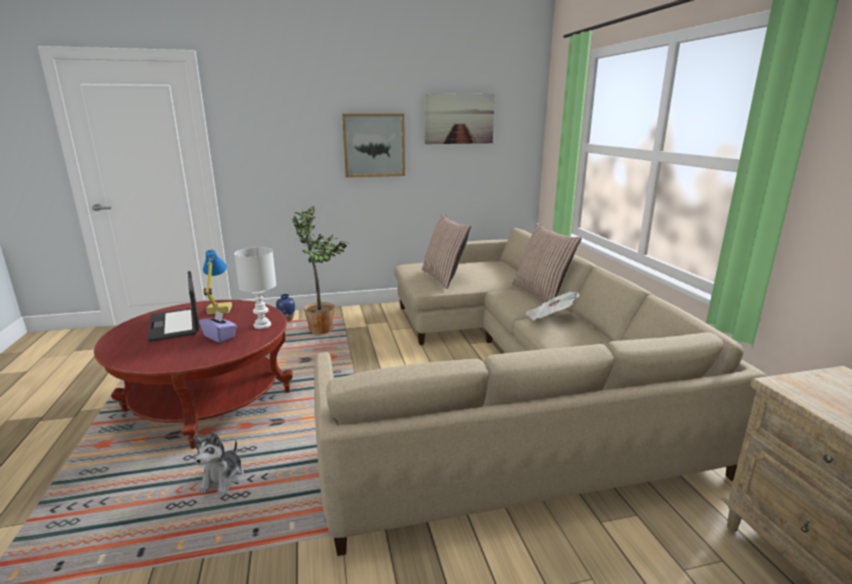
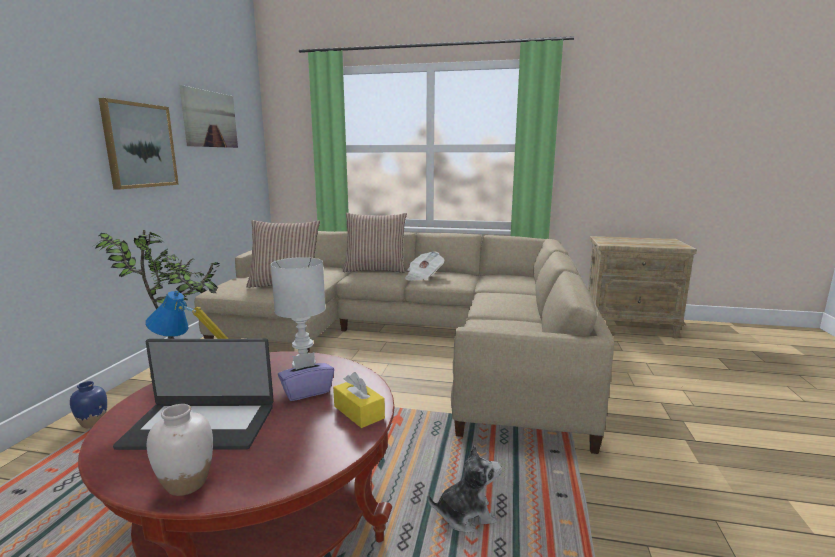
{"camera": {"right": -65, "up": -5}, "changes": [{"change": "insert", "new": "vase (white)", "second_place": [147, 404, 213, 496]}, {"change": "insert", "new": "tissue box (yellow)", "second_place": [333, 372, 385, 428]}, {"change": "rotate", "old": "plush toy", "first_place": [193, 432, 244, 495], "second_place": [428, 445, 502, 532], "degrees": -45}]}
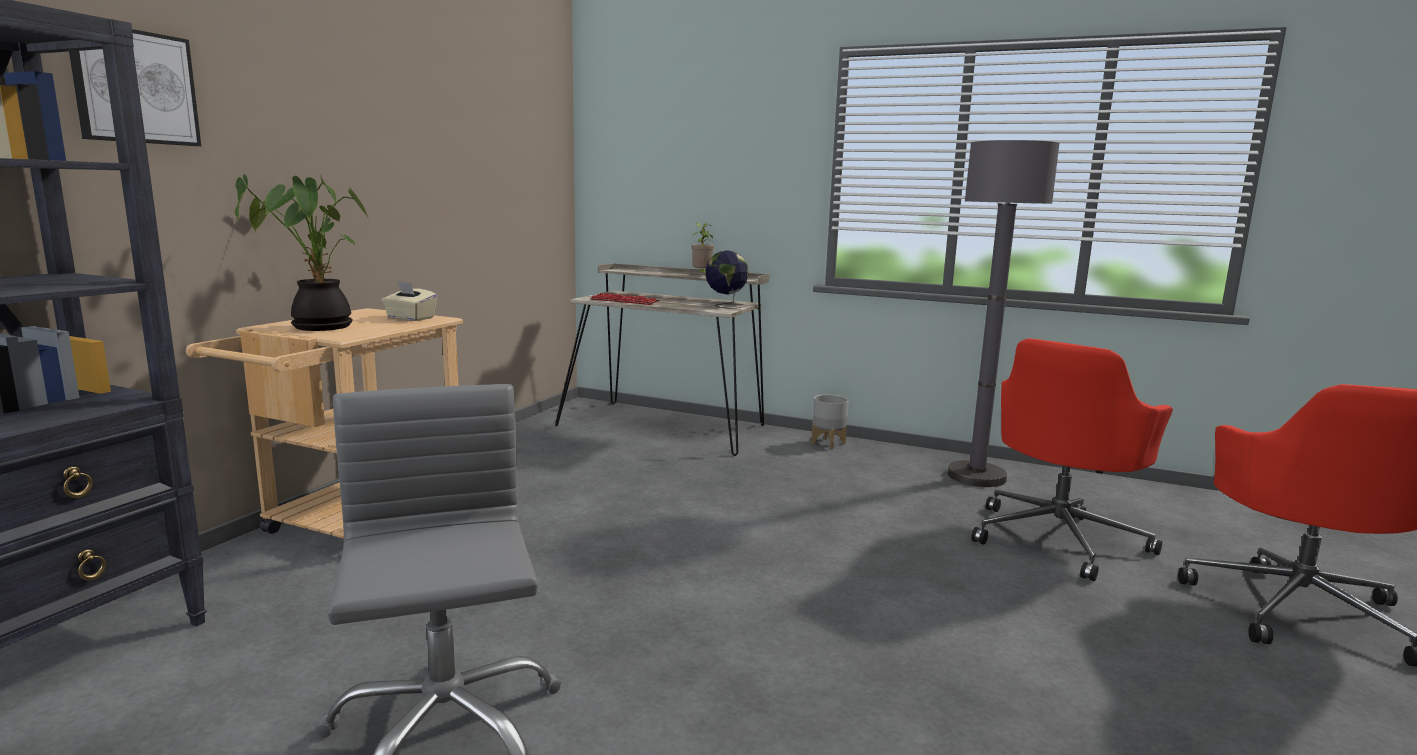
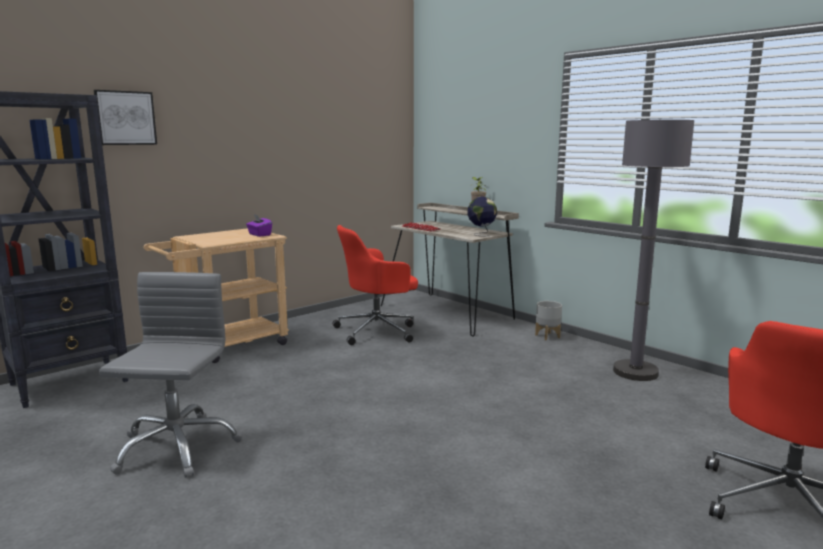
{"camera": {"right": 25, "up": 0}, "changes": [{"change": "recolor", "old": "tissue box (beige)", "new": "tissue box (purple)", "first_place": [382, 281, 437, 321], "second_place": [246, 214, 272, 237]}, {"change": "move", "old": "office chair (red)", "first_place": [971, 338, 1173, 581], "second_place": [332, 225, 418, 345]}, {"change": "delete", "old": "potted plant", "first_place": [234, 174, 369, 331]}]}
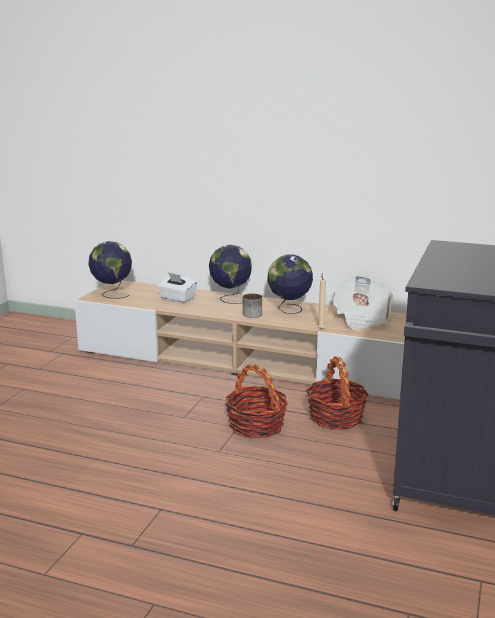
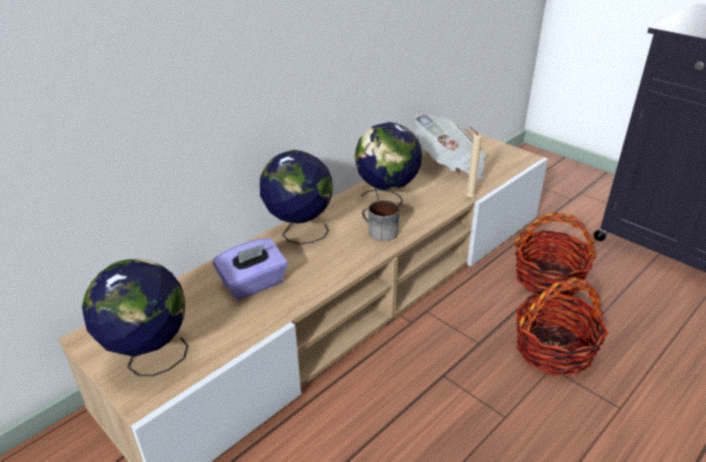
{"camera": {"right": -65, "up": 15}, "changes": [{"change": "recolor", "old": "tissue box (white)", "new": "tissue box (purple)", "first_place": [157, 272, 197, 303], "second_place": [213, 238, 288, 300]}]}
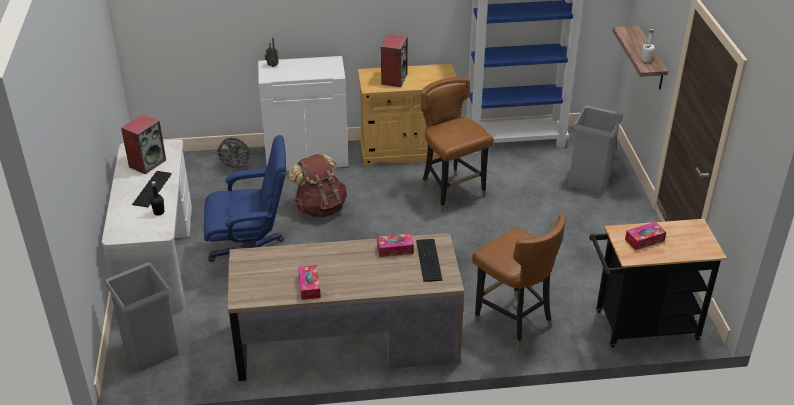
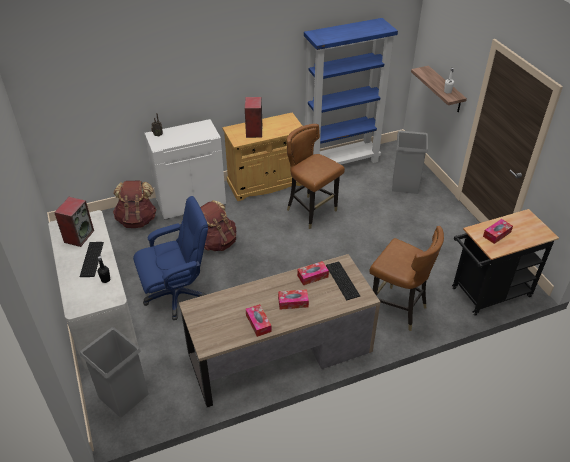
{"camera": {"right": -15, "up": 5}, "changes": [{"change": "replace", "old": "fan (grey)", "new": "backpack (brown)", "first_place": [215, 138, 250, 171], "second_place": [113, 181, 157, 228]}, {"change": "insert", "new": "tissue box", "second_place": [278, 289, 309, 310]}]}
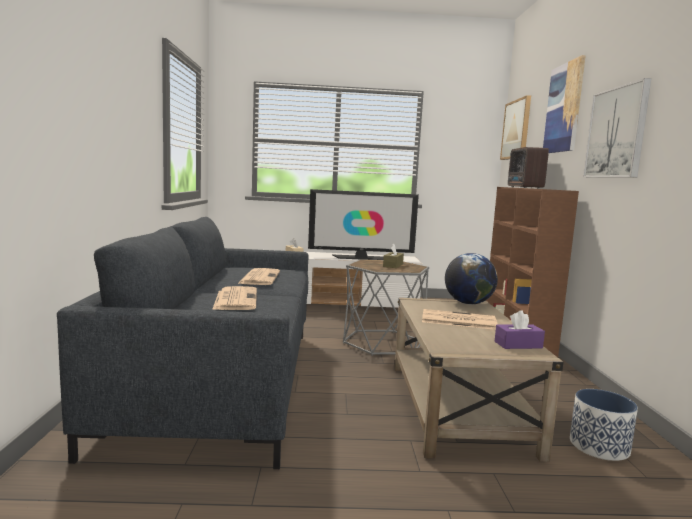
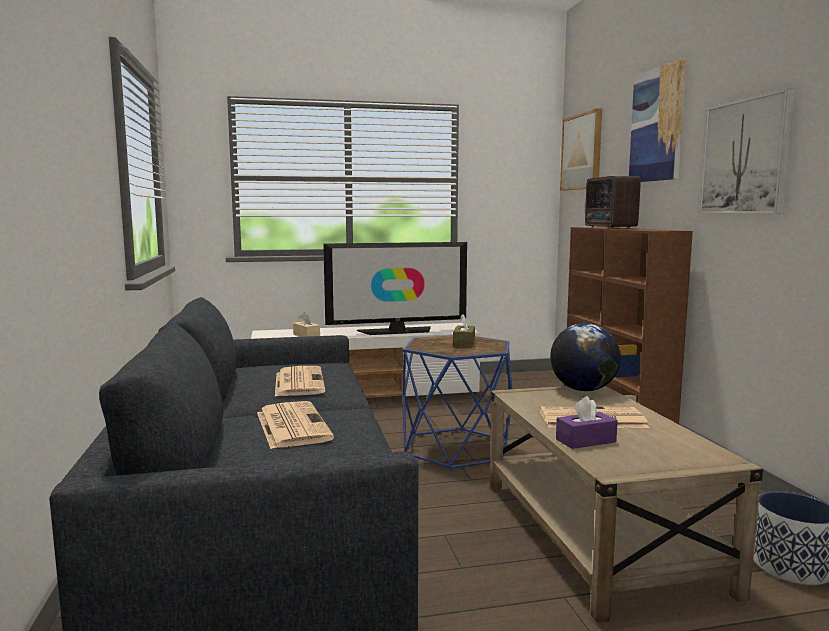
{"camera": {"right": -10, "up": 0}, "changes": [{"change": "recolor", "old": "side table (grey)", "new": "side table (blue)", "first_place": [343, 259, 429, 356], "second_place": [403, 335, 512, 470]}, {"change": "move", "old": "tissue box (purple)", "first_place": [495, 310, 545, 349], "second_place": [556, 396, 618, 449]}]}
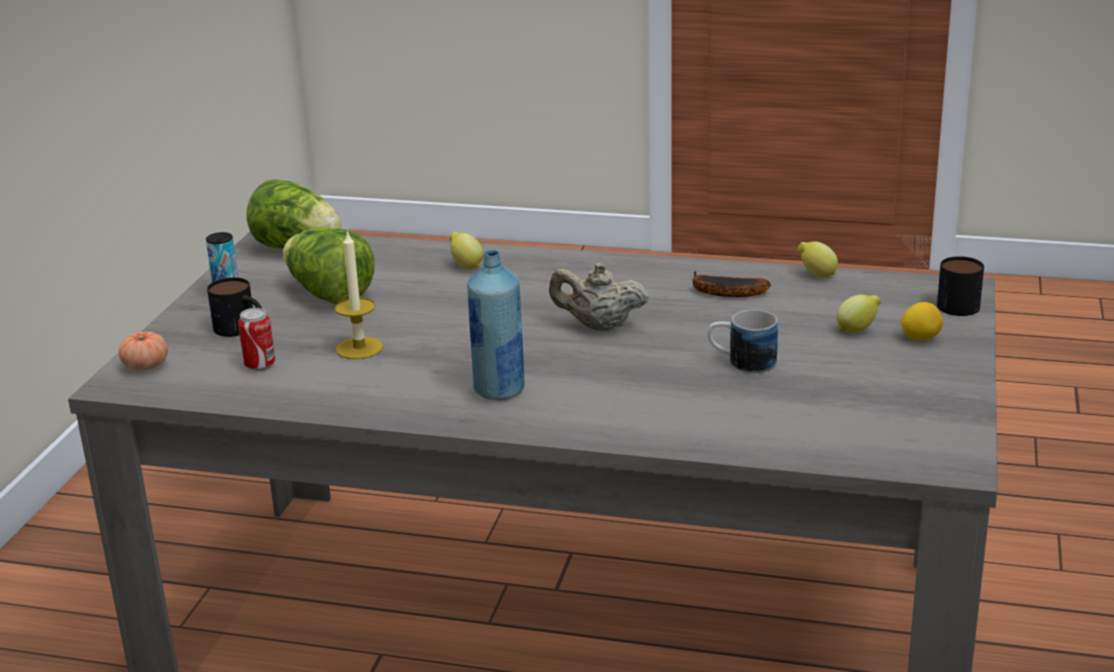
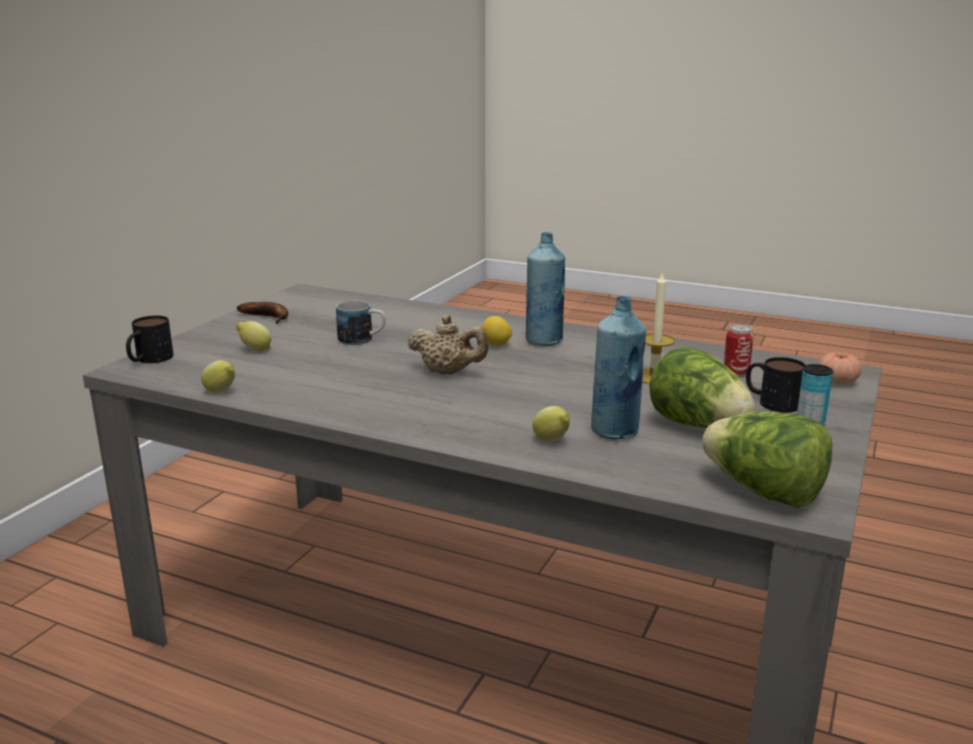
{"camera": {"right": -170, "up": -5}, "changes": [{"change": "move", "old": "banana", "first_place": [693, 271, 771, 297], "second_place": [237, 302, 288, 324]}, {"change": "move", "old": "lemon", "first_place": [900, 302, 943, 341], "second_place": [481, 316, 512, 346]}, {"change": "insert", "new": "bottle (blue)", "second_place": [591, 296, 647, 439]}]}
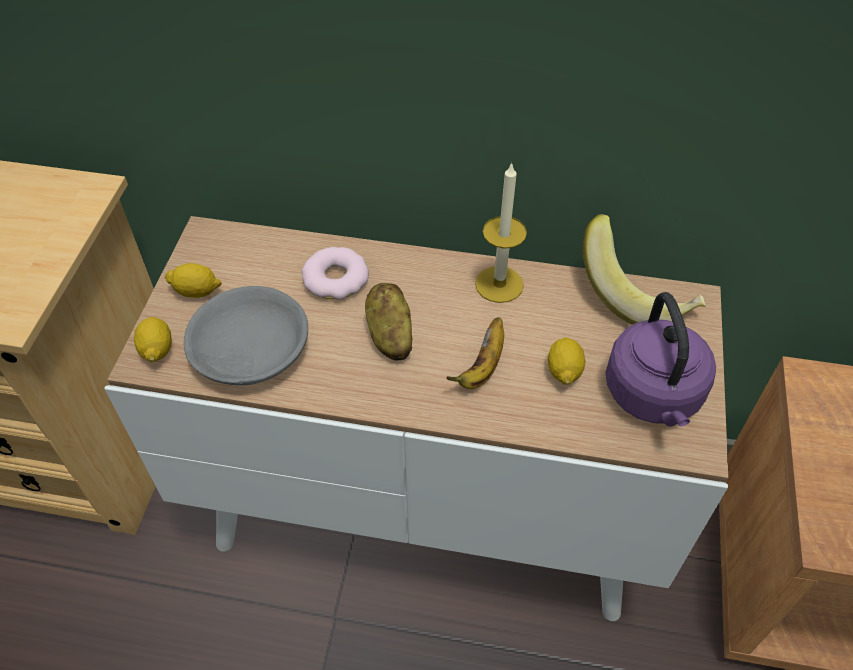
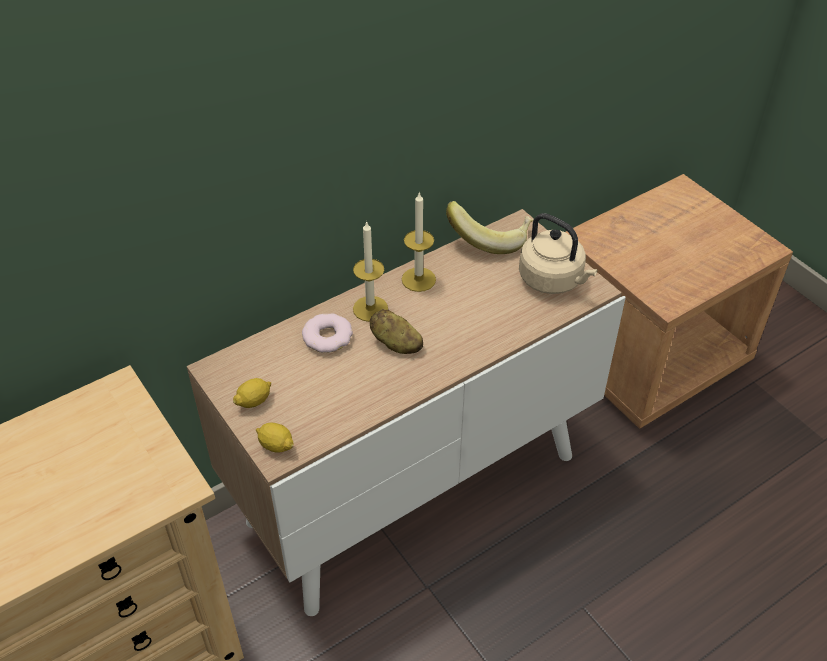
{"camera": {"right": -45, "up": -5}, "changes": [{"change": "insert", "new": "candle", "second_place": [353, 221, 388, 322]}, {"change": "recolor", "old": "kettle (purple)", "new": "kettle (beige)", "first_place": [606, 292, 716, 427], "second_place": [519, 213, 598, 294]}, {"change": "delete", "old": "bowl (grey)", "first_place": [184, 286, 308, 385]}, {"change": "delete", "old": "banana", "first_place": [446, 317, 504, 389]}, {"change": "delete", "old": "lemon", "first_place": [548, 338, 585, 385]}]}
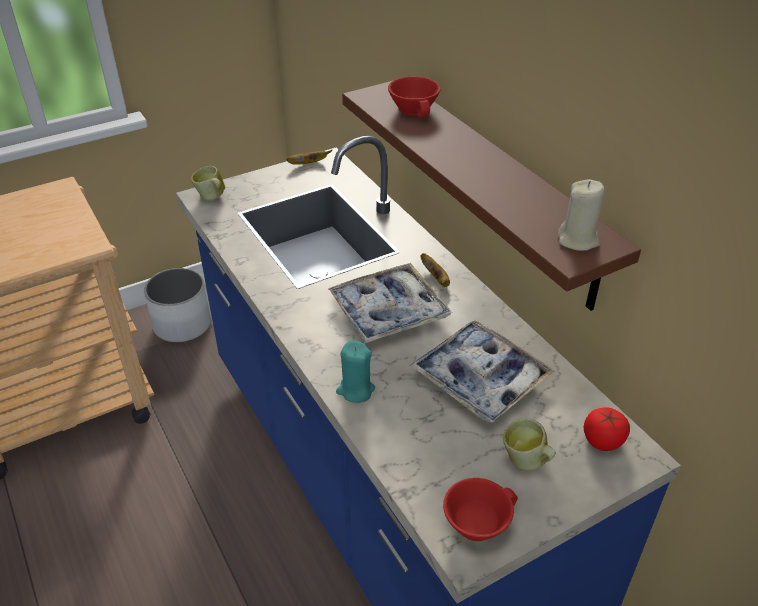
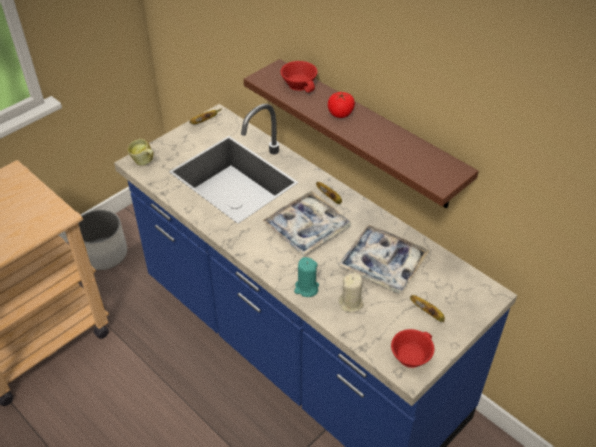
{"camera": {"right": -15, "up": 5}, "changes": [{"change": "move", "old": "tomato", "first_place": [584, 407, 630, 451], "second_place": [328, 92, 355, 118]}, {"change": "move", "old": "candle (beige)", "first_place": [558, 179, 605, 251], "second_place": [339, 273, 364, 313]}, {"change": "replace", "old": "mug", "new": "banana", "first_place": [503, 418, 556, 471], "second_place": [410, 295, 445, 322]}]}
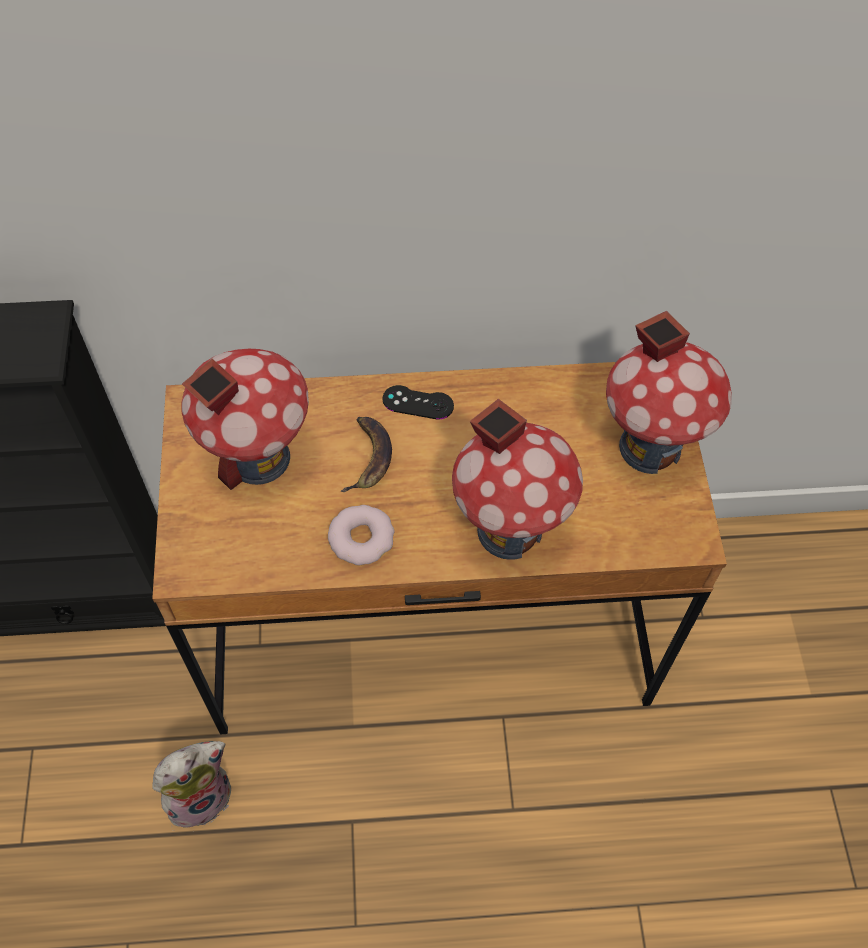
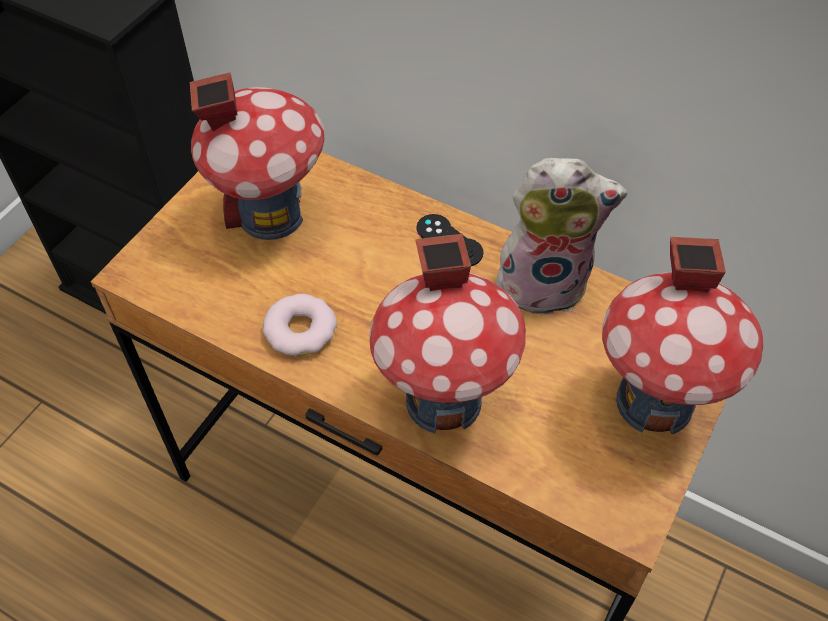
{"camera": {"right": 35, "up": -5}, "changes": [{"change": "move", "old": "plush toy", "first_place": [152, 741, 231, 828], "second_place": [496, 158, 627, 316]}, {"change": "delete", "old": "banana", "first_place": [340, 417, 392, 492]}]}
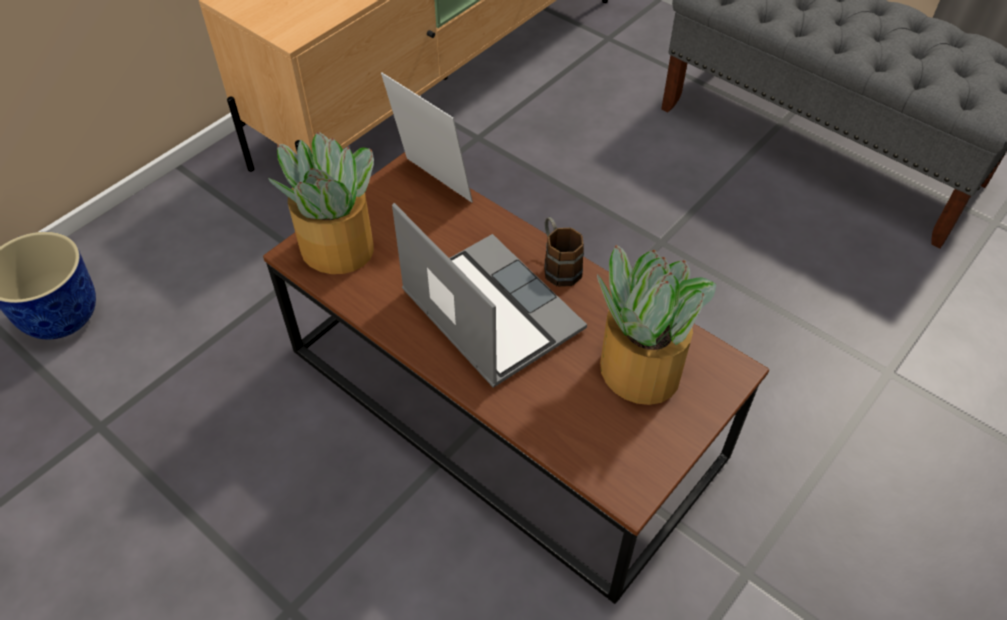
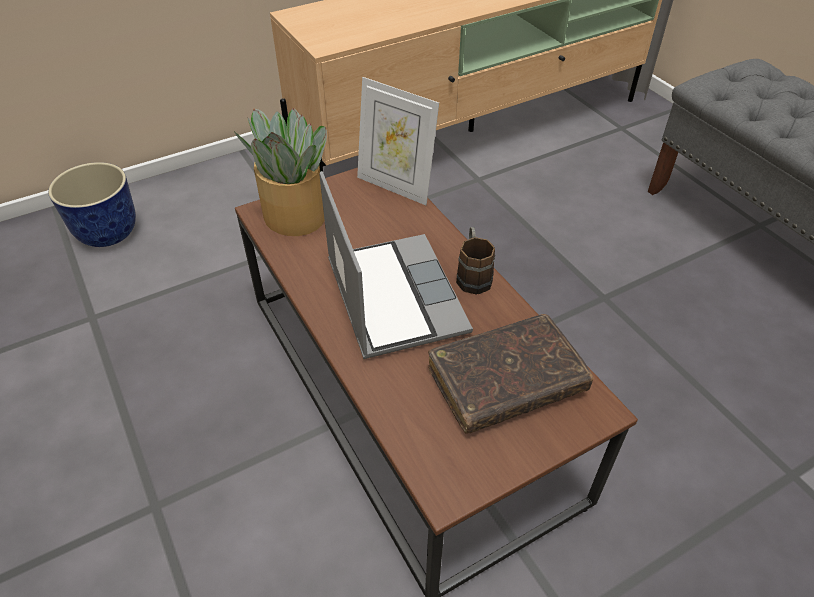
{"camera": {"right": 20, "up": -5}, "changes": [{"change": "rotate", "old": "picture frame", "first_place": [381, 72, 473, 203], "second_place": [357, 77, 439, 205], "degrees": 150}, {"change": "replace", "old": "potted plant", "new": "book (brown)", "first_place": [597, 245, 716, 405], "second_place": [428, 314, 594, 434]}]}
